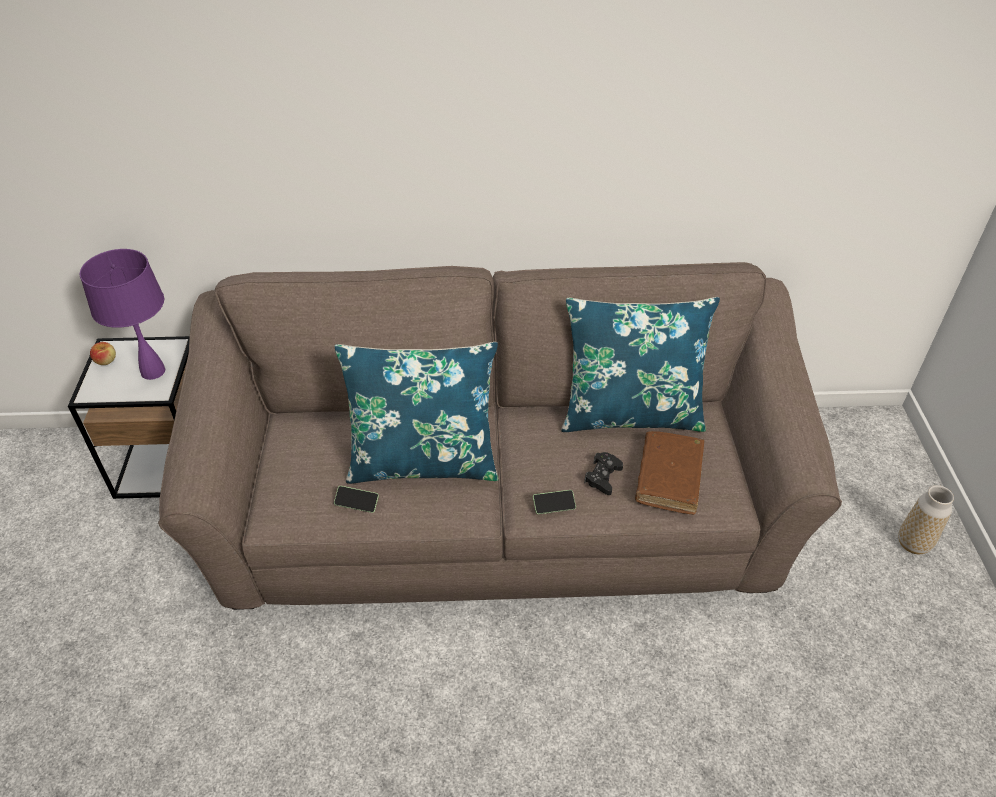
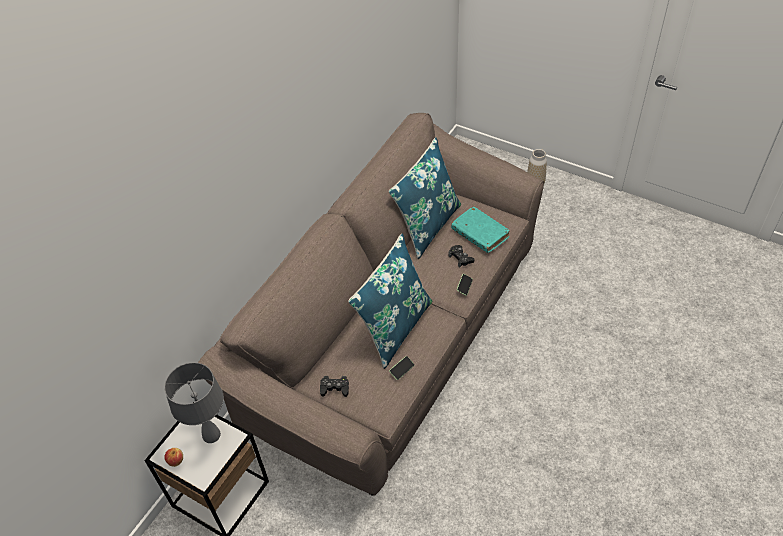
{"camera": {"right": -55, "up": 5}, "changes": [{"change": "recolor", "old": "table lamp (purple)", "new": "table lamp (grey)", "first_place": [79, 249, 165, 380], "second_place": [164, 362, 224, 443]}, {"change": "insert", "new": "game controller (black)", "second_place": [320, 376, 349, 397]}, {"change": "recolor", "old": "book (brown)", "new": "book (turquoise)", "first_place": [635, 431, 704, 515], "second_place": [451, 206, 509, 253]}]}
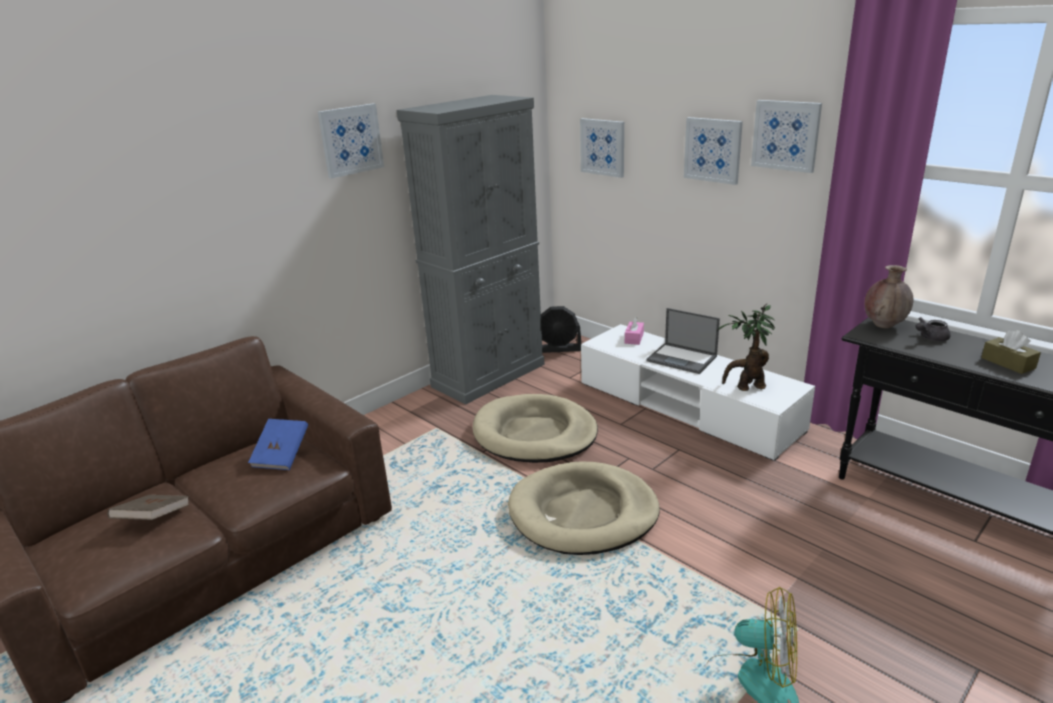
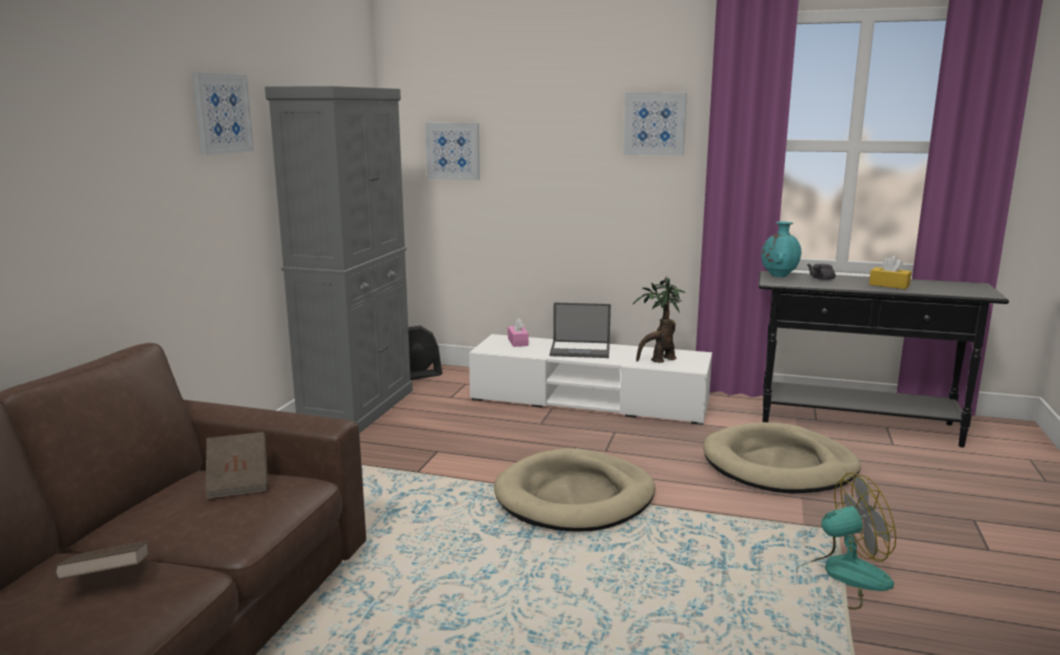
{"camera": {"right": -30, "up": -10}, "changes": [{"change": "recolor", "old": "book (blue)", "new": "book (brown)", "first_place": [248, 419, 308, 470], "second_place": [205, 432, 268, 499]}, {"change": "move", "old": "dog bed (beige)", "first_place": [473, 394, 598, 463], "second_place": [703, 422, 861, 494]}, {"change": "recolor", "old": "vase (brown)", "new": "vase (turquoise)", "first_place": [865, 265, 914, 328], "second_place": [761, 221, 801, 277]}, {"change": "recolor", "old": "tissue box (brown)", "new": "tissue box (yellow)", "first_place": [981, 330, 1041, 374], "second_place": [869, 256, 912, 289]}, {"change": "delete", "old": "picture", "first_place": [684, 117, 743, 185]}]}
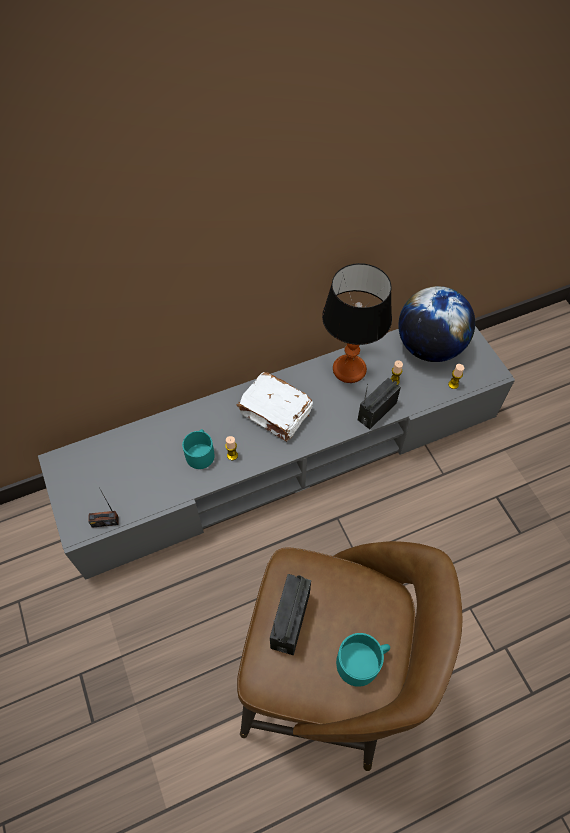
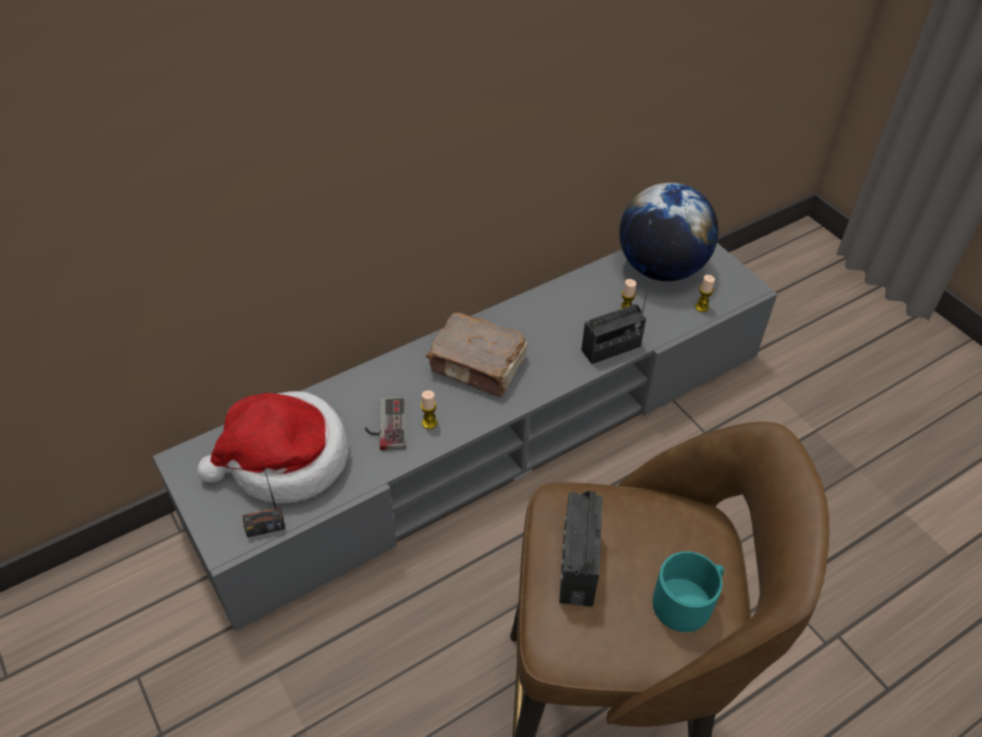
{"camera": {"right": -10, "up": -10}, "changes": [{"change": "insert", "new": "hat", "second_place": [198, 391, 349, 504]}, {"change": "replace", "old": "mug (turquoise)", "new": "game controller", "first_place": [182, 429, 214, 469], "second_place": [365, 397, 406, 450]}, {"change": "recolor", "old": "book (white)", "new": "book (brown)", "first_place": [237, 372, 313, 442], "second_place": [426, 312, 527, 397]}, {"change": "rotate", "old": "radio", "first_place": [358, 378, 401, 429], "second_place": [581, 283, 649, 364], "degrees": -150}, {"change": "delete", "old": "table lamp", "first_place": [322, 263, 392, 383]}]}
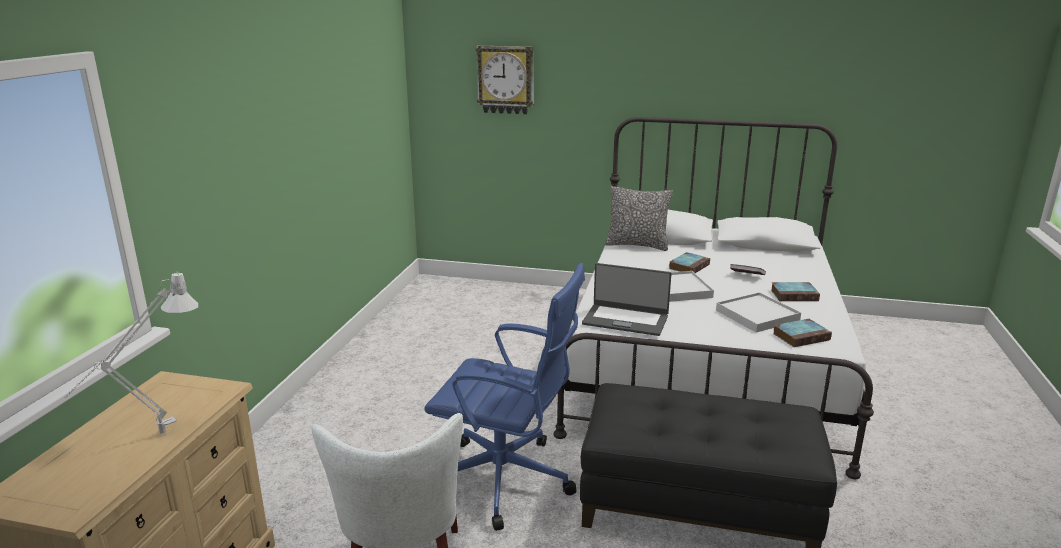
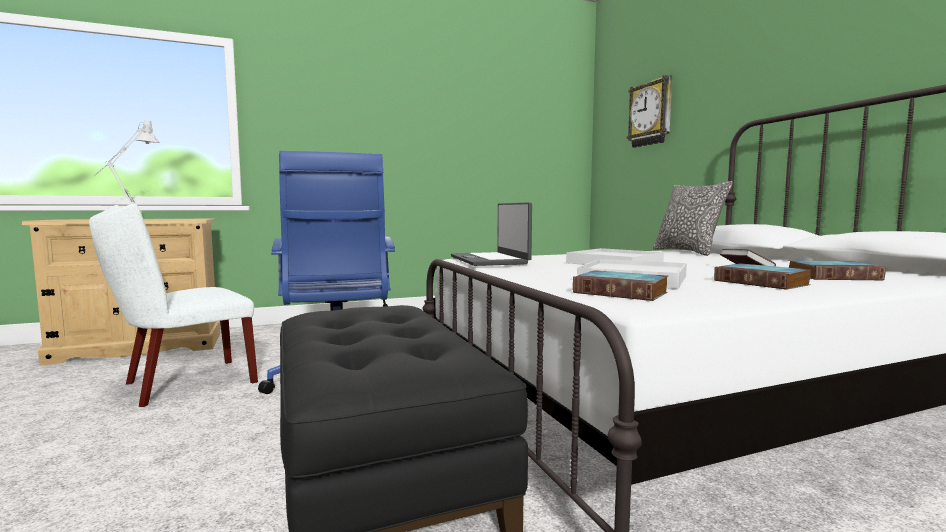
{"camera": {"right": 55, "up": -15}, "changes": [{"change": "move", "old": "book", "first_place": [669, 252, 710, 273], "second_place": [789, 261, 886, 280]}]}
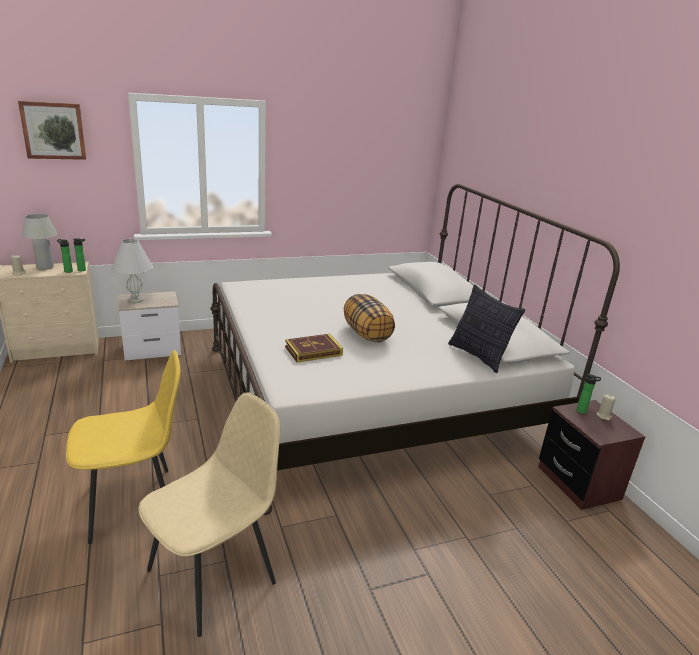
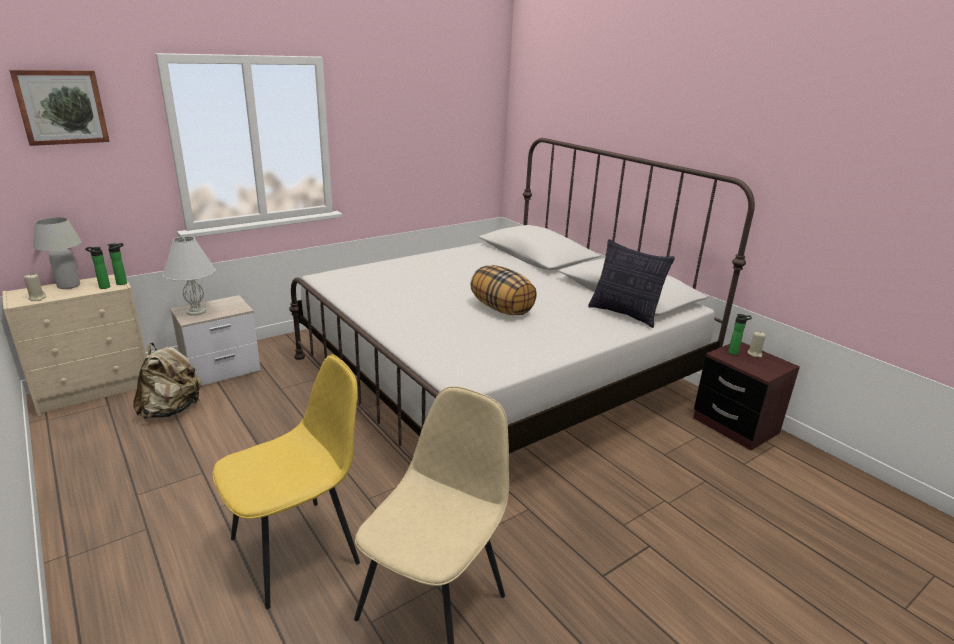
{"camera": {"right": -15, "up": 0}, "changes": [{"change": "insert", "new": "backpack (beige)", "second_place": [133, 343, 202, 419]}, {"change": "delete", "old": "book", "first_place": [285, 334, 343, 362]}]}
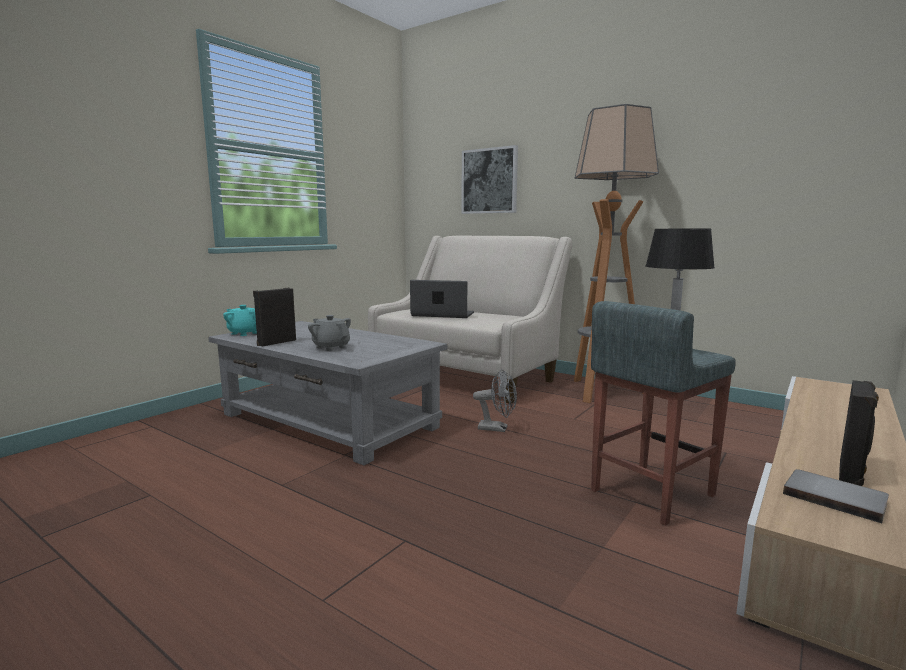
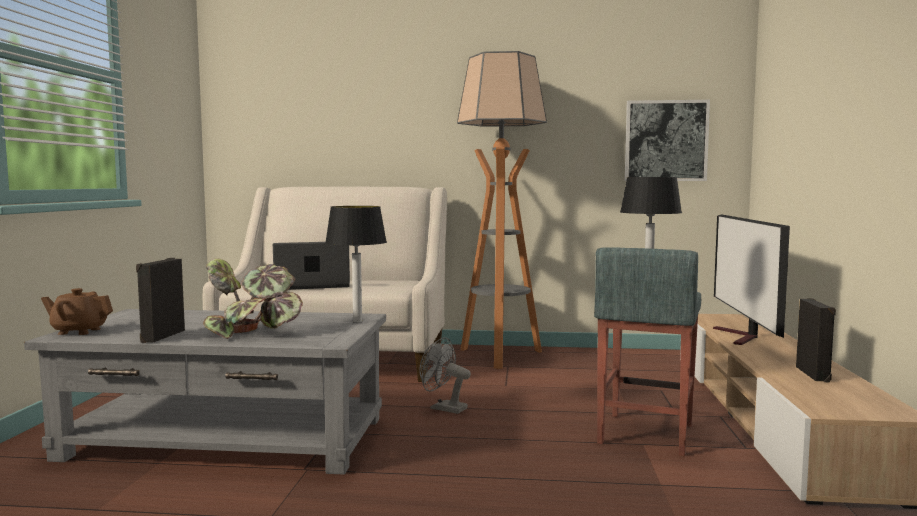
{"camera": {"right": -30, "up": -5}, "changes": [{"change": "recolor", "old": "teapot (turquoise)", "new": "teapot (brown)", "first_place": [223, 305, 257, 336], "second_place": [41, 288, 113, 335]}, {"change": "replace", "old": "teapot (grey)", "new": "potted plant", "first_place": [308, 315, 351, 351], "second_place": [203, 258, 303, 339]}, {"change": "insert", "new": "table lamp", "second_place": [325, 206, 387, 323]}, {"change": "rotate", "old": "fan (grey)", "first_place": [473, 369, 517, 432], "second_place": [419, 337, 471, 414], "degrees": -135}, {"change": "move", "old": "picture", "first_place": [462, 145, 518, 214], "second_place": [625, 100, 710, 181]}, {"change": "insert", "new": "television", "second_place": [713, 214, 790, 345]}, {"change": "delete", "old": "book (grey)", "first_place": [783, 469, 889, 523]}]}
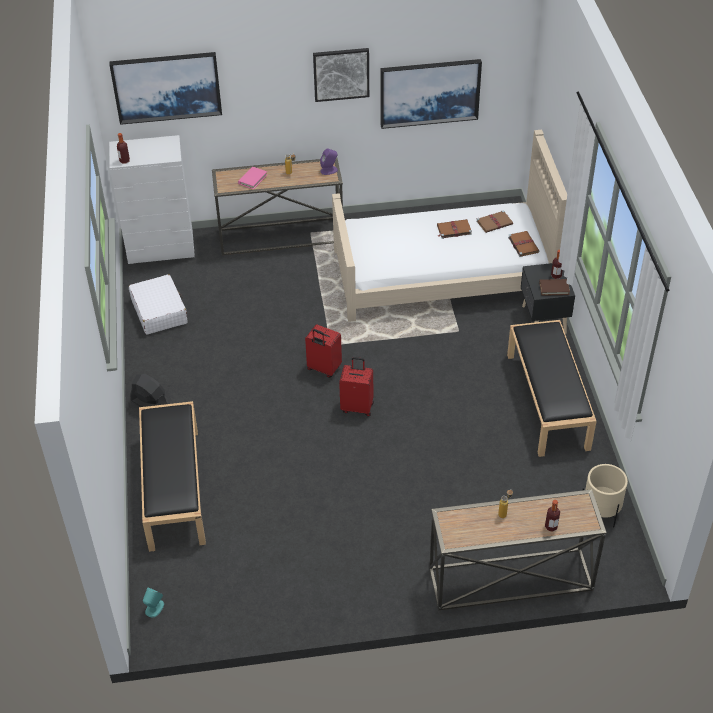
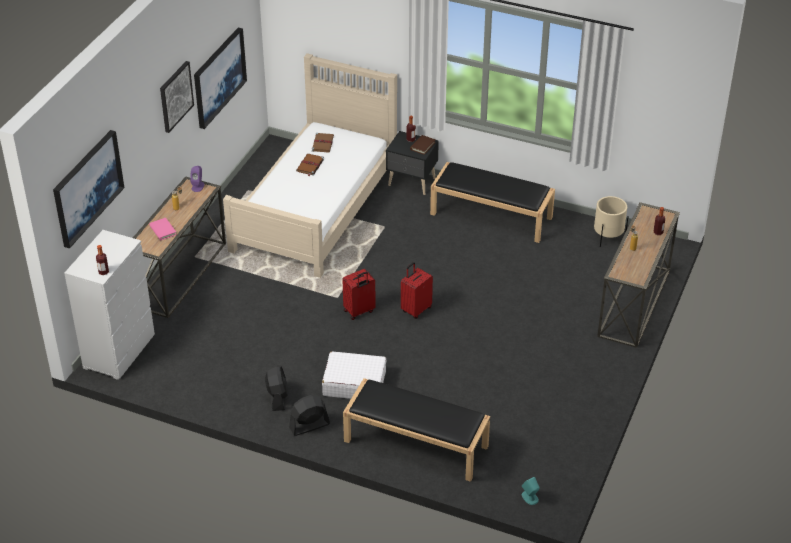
{"camera": {"right": -60, "up": -5}, "changes": [{"change": "insert", "new": "fan (black)", "second_place": [265, 365, 288, 411]}, {"change": "move", "old": "suitcase (white)", "first_place": [129, 274, 187, 335], "second_place": [322, 351, 386, 399]}, {"change": "delete", "old": "book (brown)", "first_place": [508, 231, 540, 257]}]}
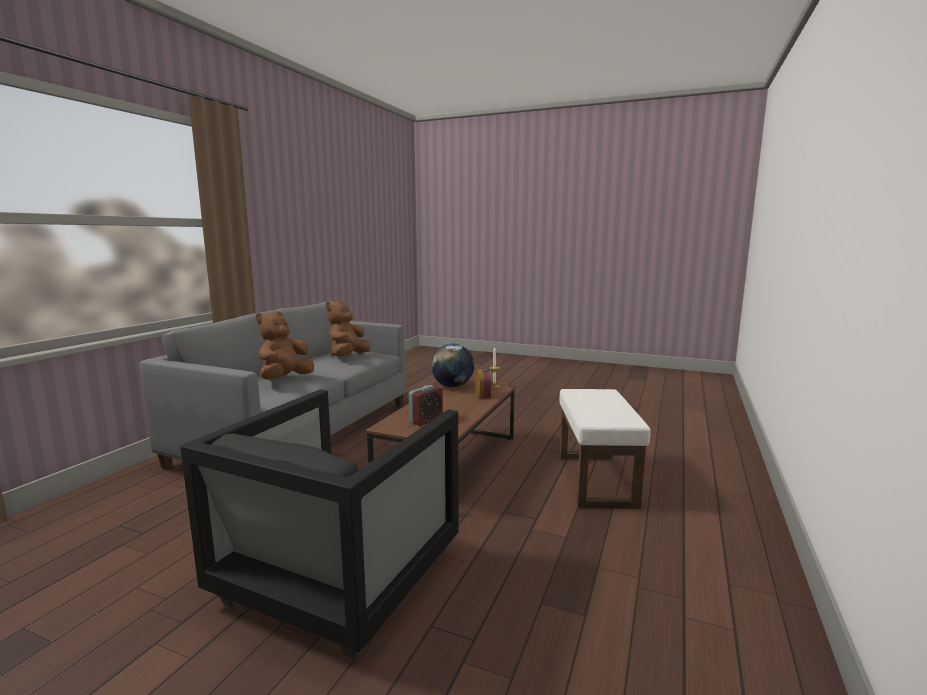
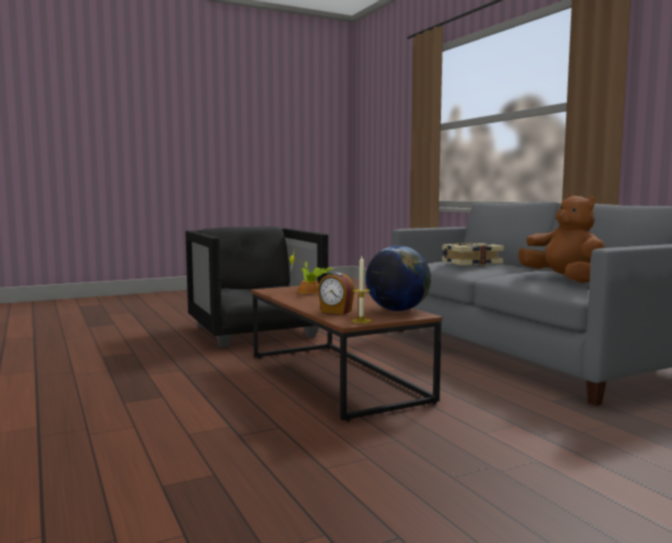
{"camera": {"right": 130, "up": -5}, "changes": [{"change": "replace", "old": "alarm clock", "new": "potted plant", "first_place": [409, 385, 443, 426], "second_place": [289, 250, 333, 294]}, {"change": "replace", "old": "plush toy (brown)", "new": "book", "first_place": [256, 312, 314, 380], "second_place": [442, 243, 504, 266]}, {"change": "delete", "old": "ottoman (white)", "first_place": [559, 389, 651, 509]}]}
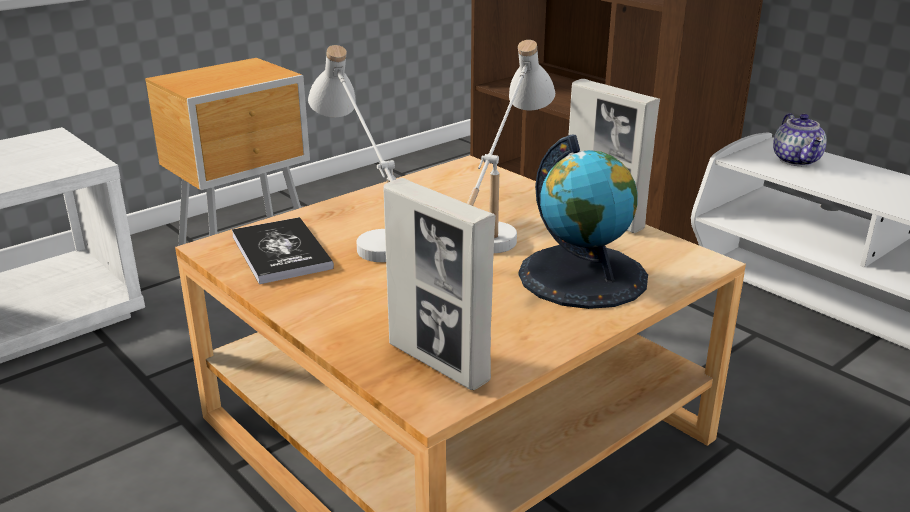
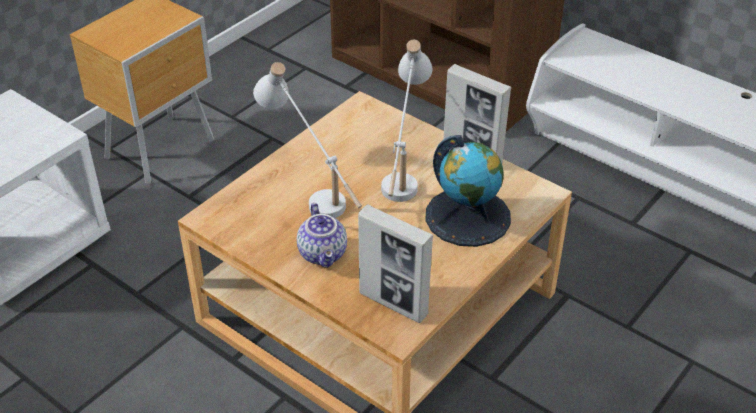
{"camera": {"right": -10, "up": 15}, "changes": [{"change": "move", "old": "teapot", "first_place": [773, 113, 827, 166], "second_place": [297, 203, 347, 268]}, {"change": "delete", "old": "book", "first_place": [232, 217, 334, 284]}]}
